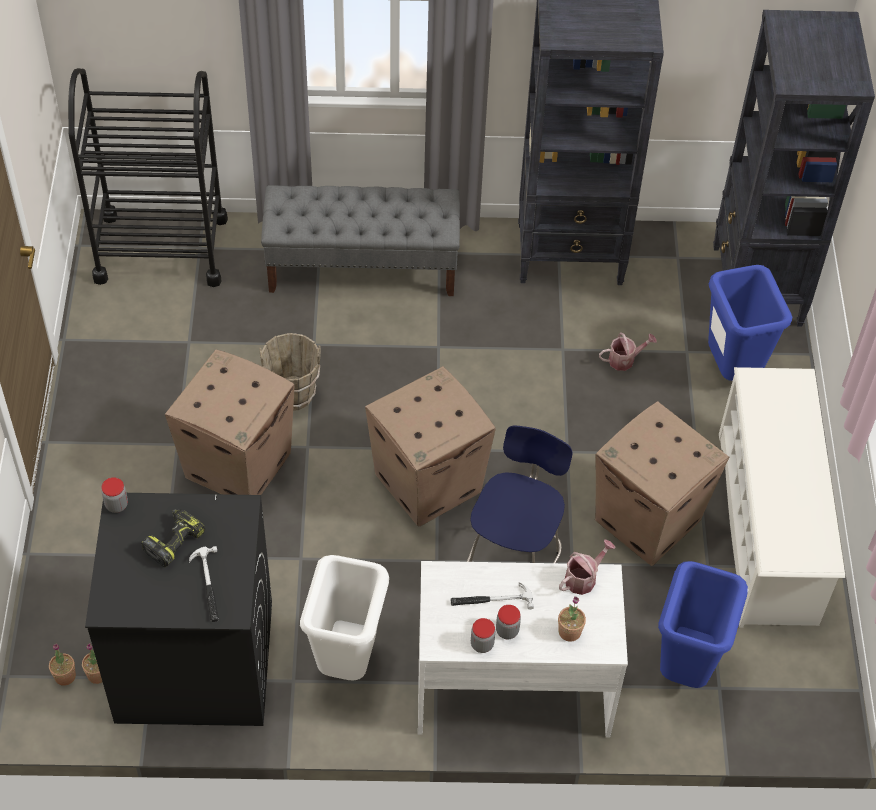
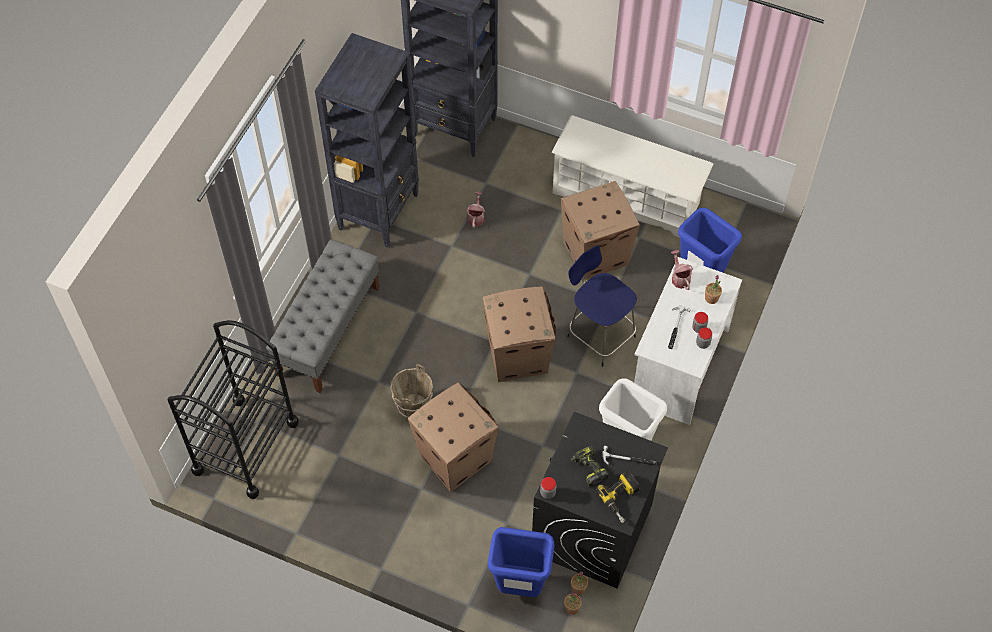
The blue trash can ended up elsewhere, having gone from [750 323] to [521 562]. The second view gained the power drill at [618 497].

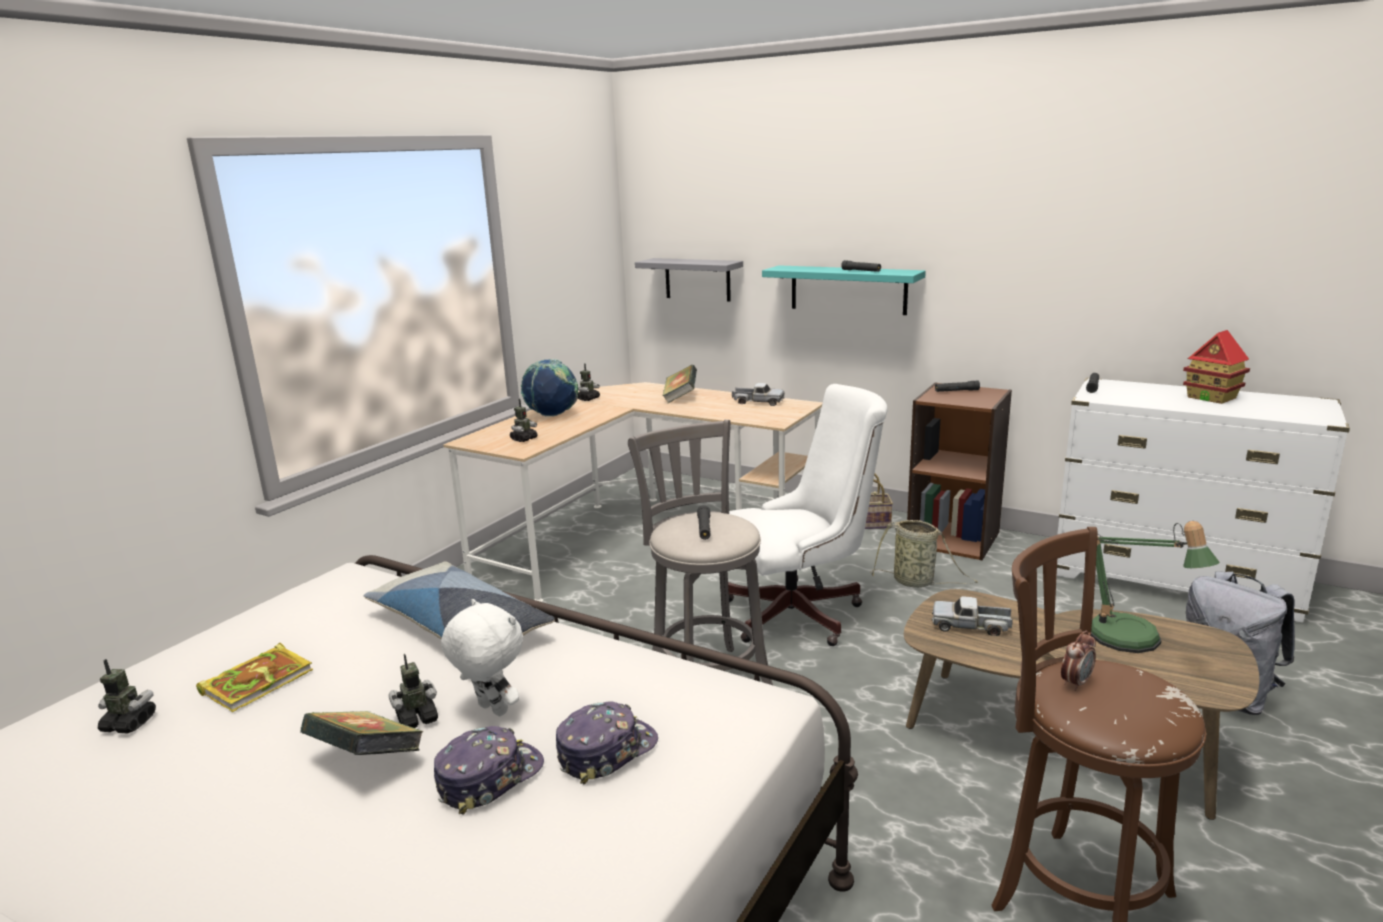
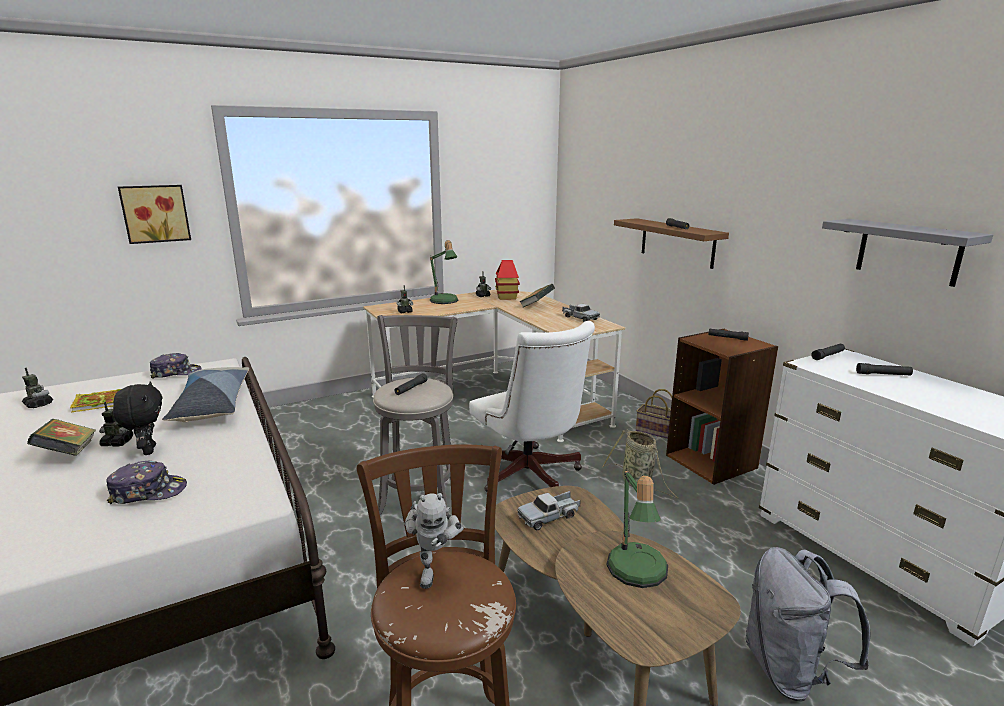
What was the white plush toy at [482 658] turned into the black plush toy at [138 418]. The second view gained the picture at [154 214]. The cap ended up elsewhere, having gone from [489 770] to [176 366]. Where the alarm clock stood at [1078 661], the toy robot came to stand at [434 541]. Where the globe stood at [549 388], the table lamp came to stand at [444 272]. The white office chair at [808 515] ended up facing another way, 45 degrees clockwise from before. The toy house ended up elsewhere, having gone from [1216 367] to [507 280]. The toy truck at [972 616] ended up facing another way, 75 degrees counterclockwise from before. What was the turquoise shelf at [844 290] turned into the brown shelf at [671 243]. The grey shelf ended up elsewhere, having gone from [689 280] to [907 253]. The second view gained the black flashlight at [884 369].

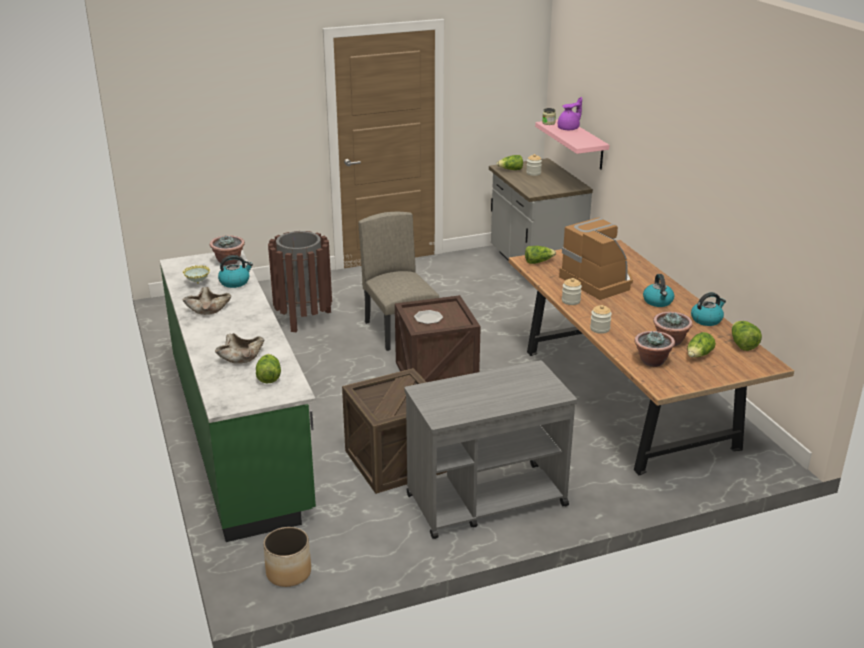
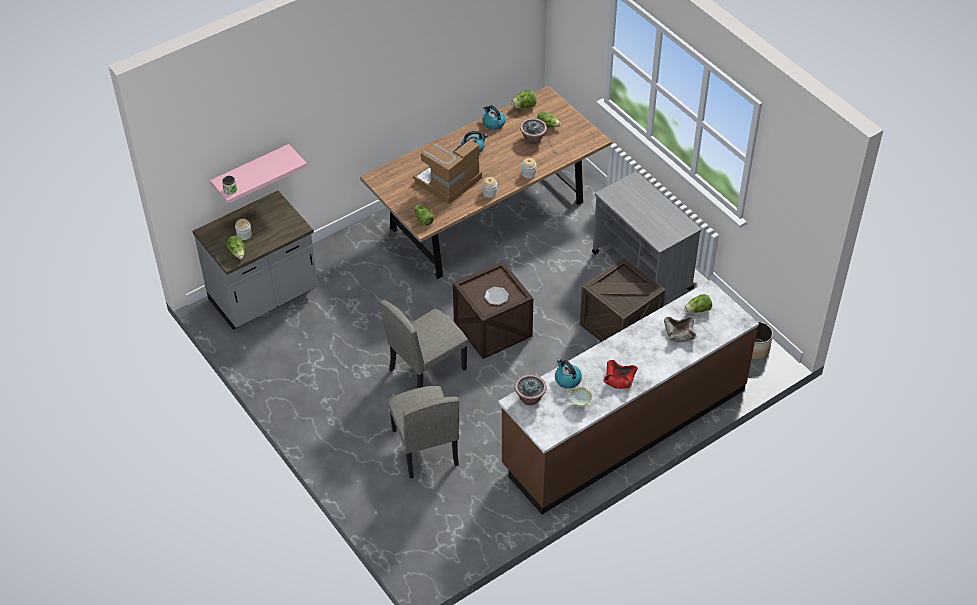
Where the brown trash can stood at [300 281], the beige chair came to stand at [423 432]. What was the green counter at [238 396] turned into the brown counter at [628 397]. What was the beige bowl at [207 301] turned into the red bowl at [620 374]. The second view lost the purple teapot at [570 113]. The second view lost the potted plant at [654 349].

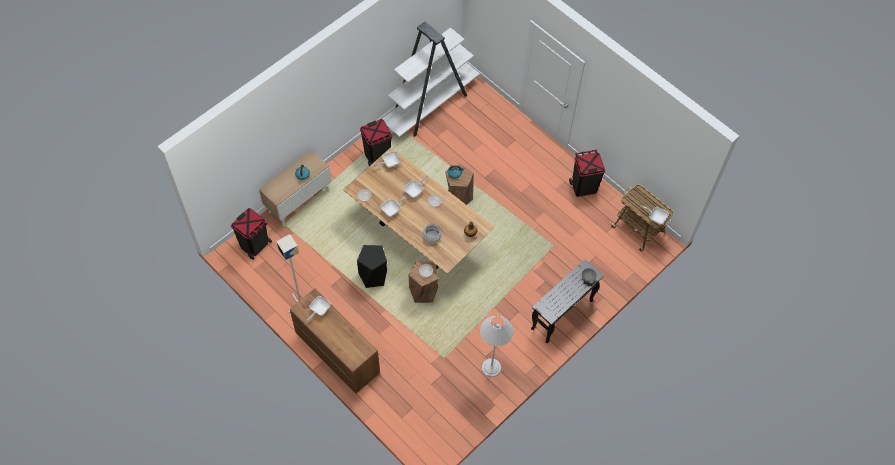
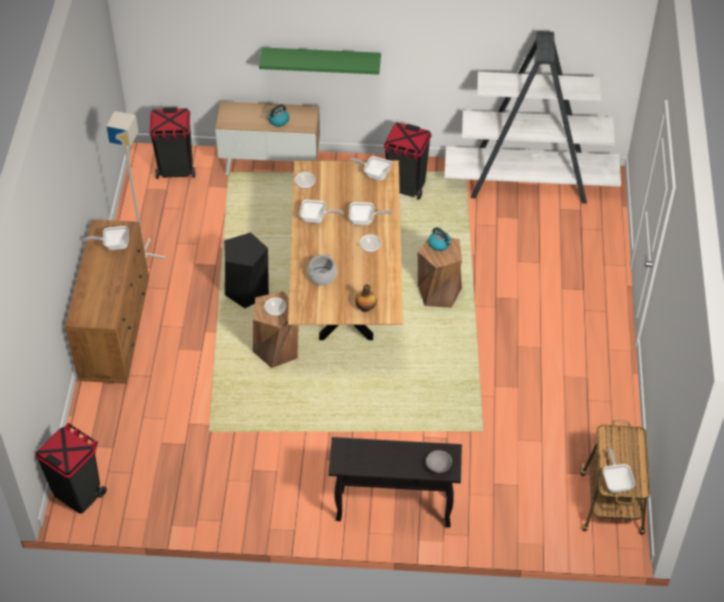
The black trash can ended up elsewhere, having gone from [587 173] to [71 468]. The second view gained the green shelf at [320 61]. The second view lost the white floor lamp at [497 346].

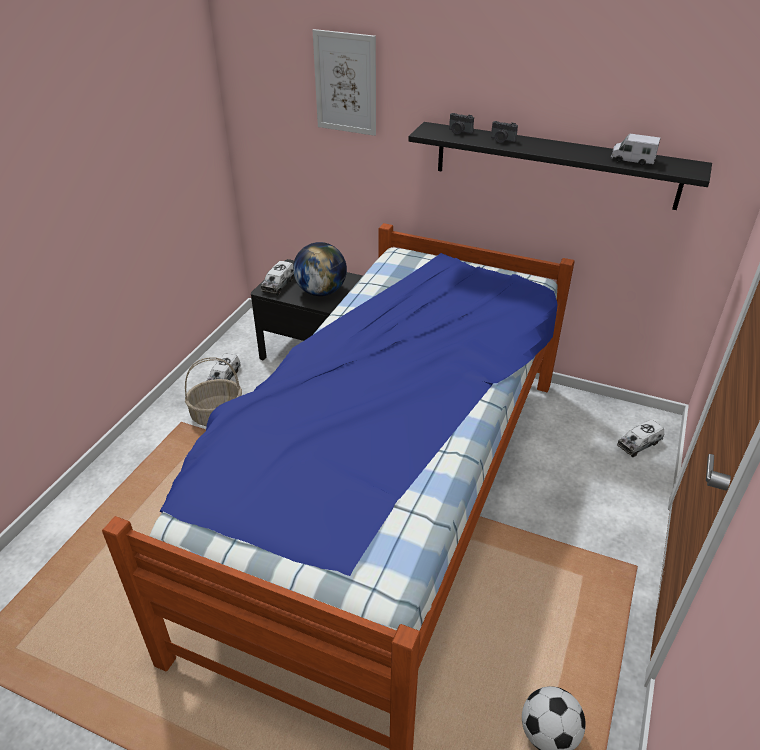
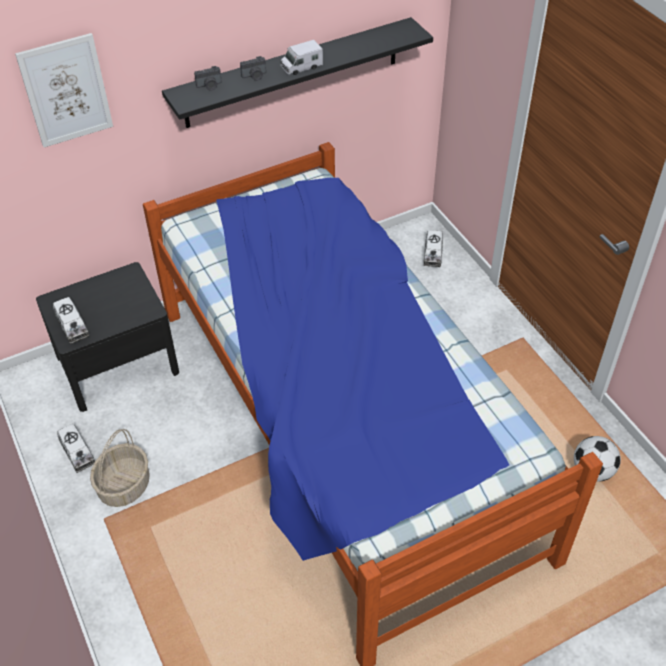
The toy truck ended up elsewhere, having gone from [635 149] to [301 57]. The second view lost the globe at [320 269].

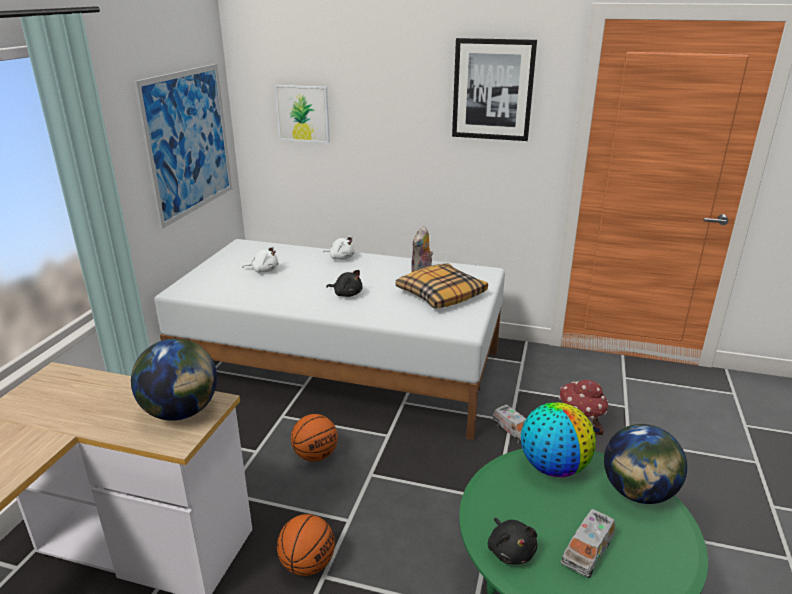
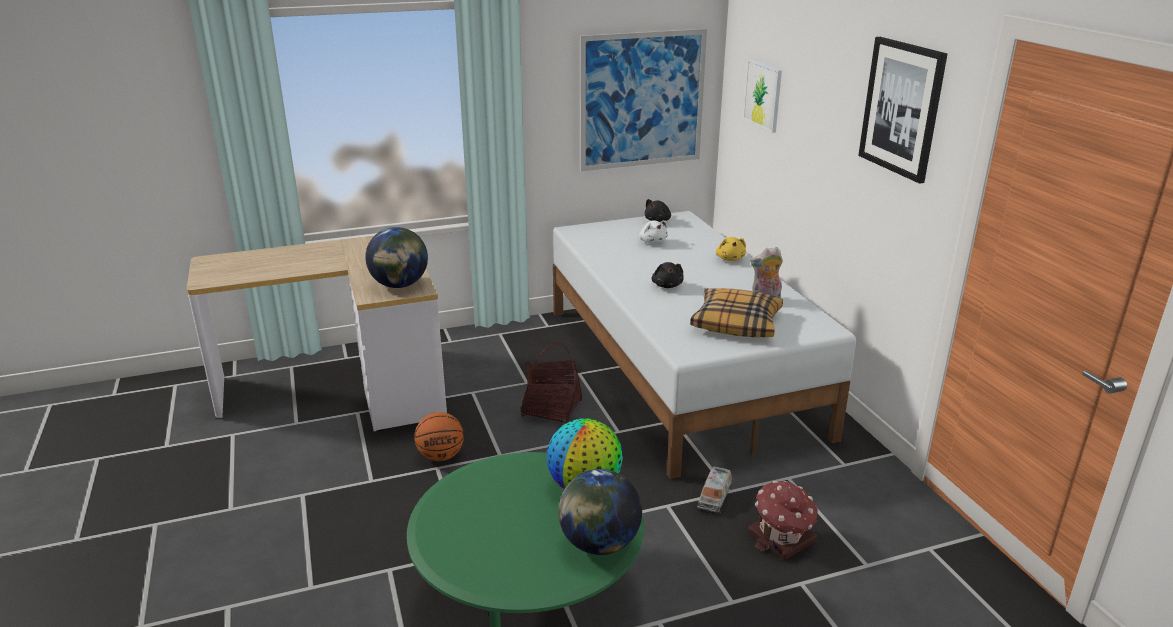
Where the basketball stood at [314 438], the basket came to stand at [551 383]. The black plush toy ended up elsewhere, having gone from [512 541] to [657 210]. What was the white plush toy at [339 248] turned into the yellow plush toy at [731 249]. The second view lost the toy truck at [588 543].

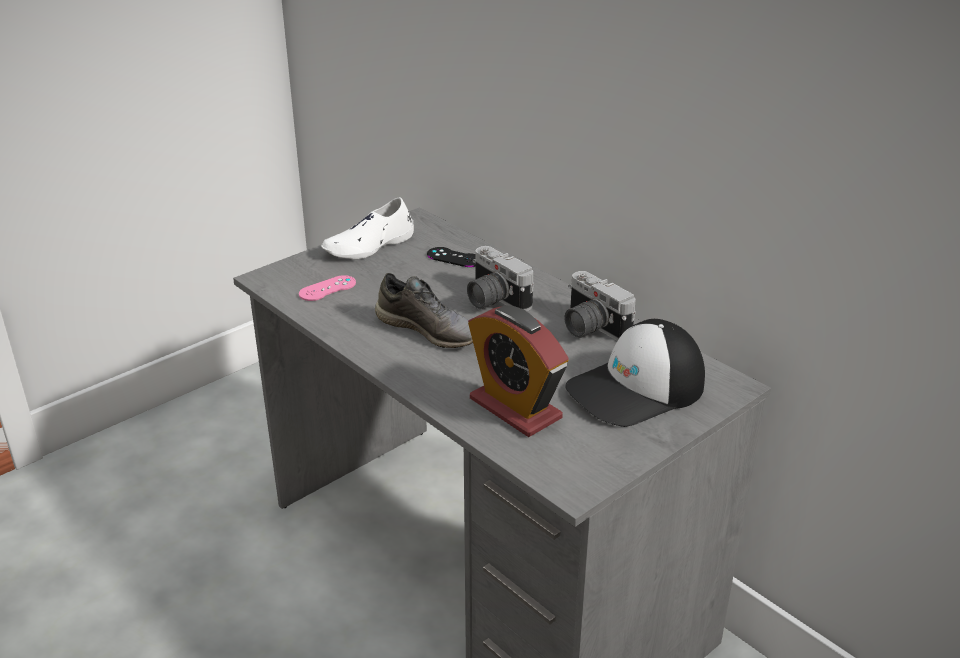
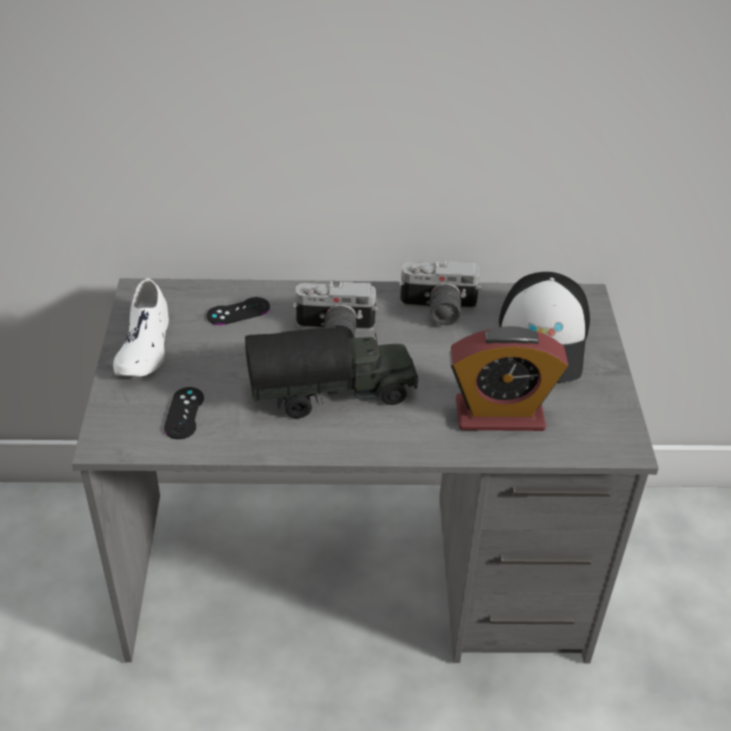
What was the pink game controller at [327 288] turned into the black game controller at [184 413]. Where the grey shoe stood at [424 310], the toy truck came to stand at [331 372].

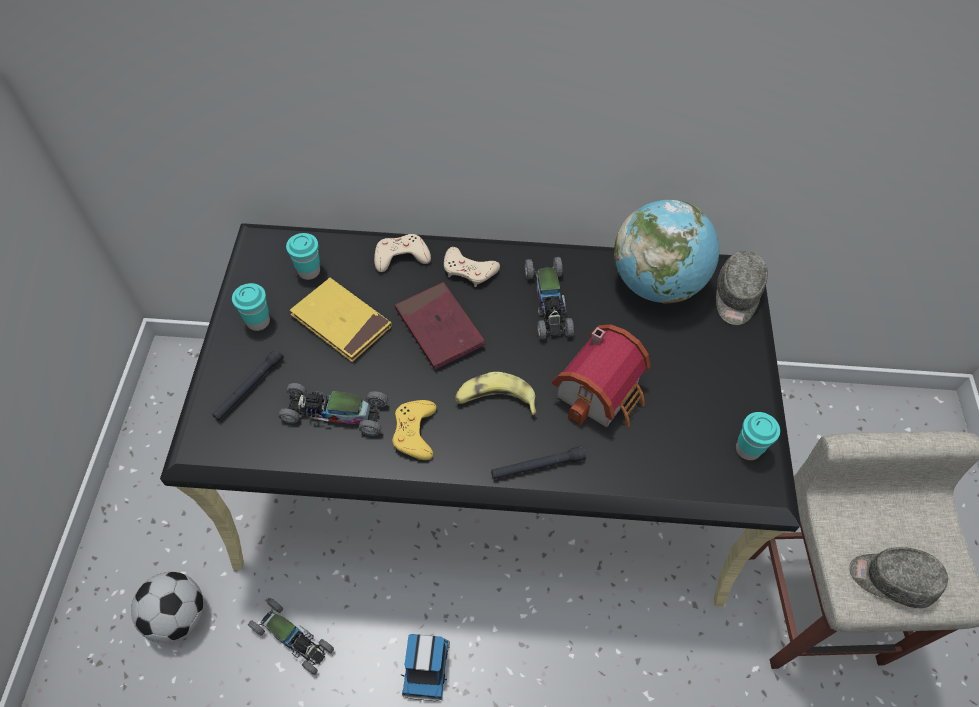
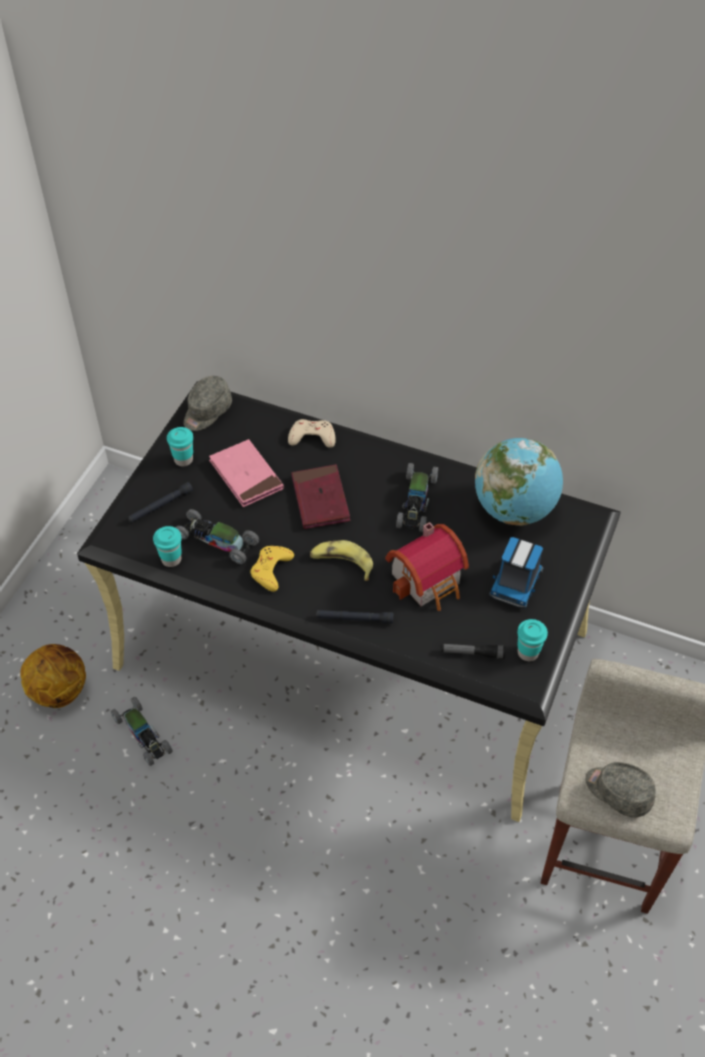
Where the football stood at [167 607], the basketball came to stand at [53 676]. The turquoise cup ended up elsewhere, having gone from [303 256] to [167 546]. The grey cap ended up elsewhere, having gone from [742 288] to [208 403]. What was the yellow book at [341 320] turned into the pink book at [246 473]. The second view gained the flashlight at [473 651]. The toy truck ended up elsewhere, having gone from [425 667] to [516 572]. The second view lost the beige game controller at [472 267].

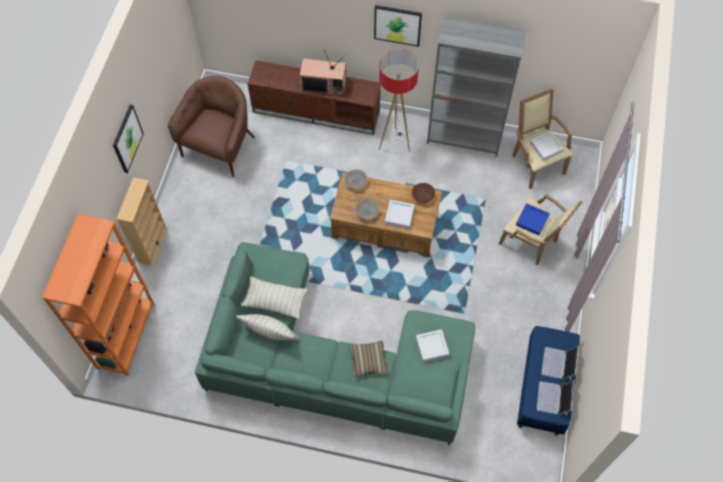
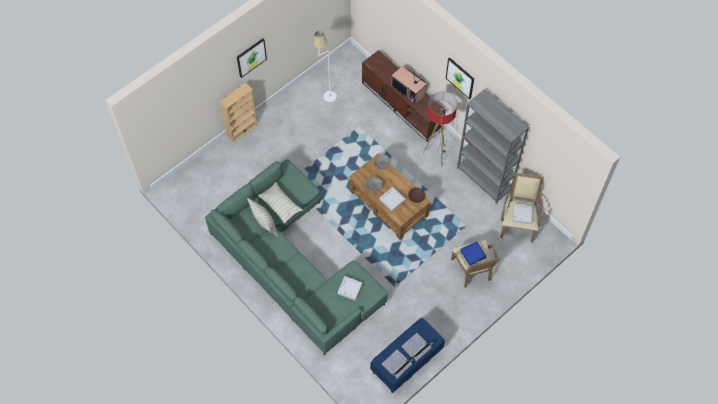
Where the brown armchair stood at [211 126], the white floor lamp came to stand at [324 66]. The second view lost the orange bookcase at [98 295]. The second view lost the pillow at [368 359].

